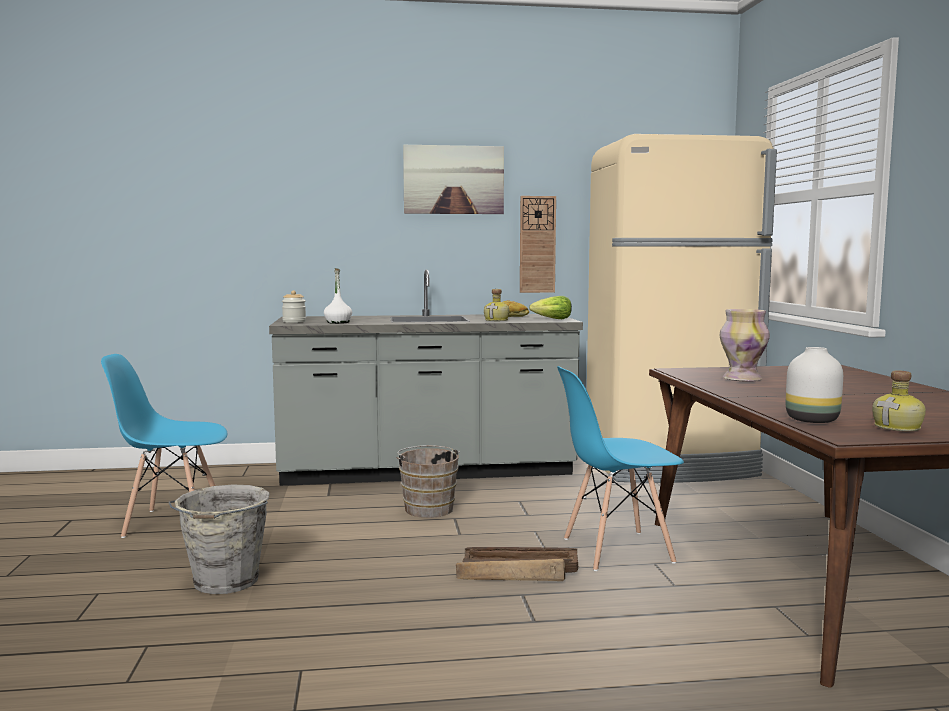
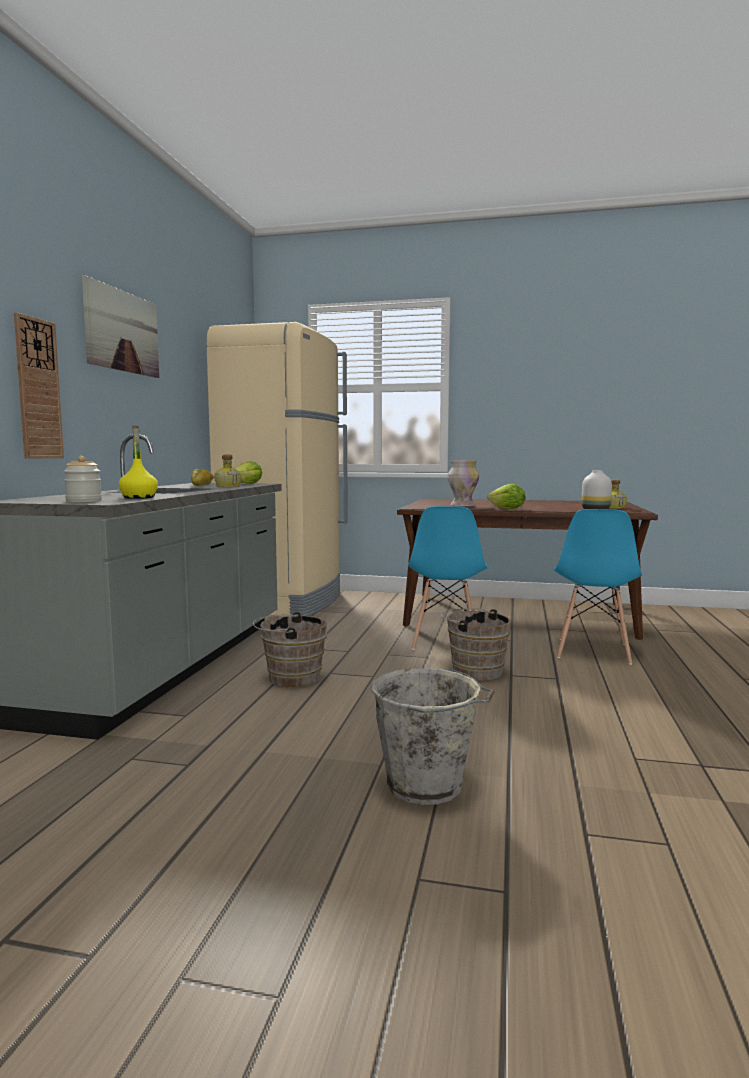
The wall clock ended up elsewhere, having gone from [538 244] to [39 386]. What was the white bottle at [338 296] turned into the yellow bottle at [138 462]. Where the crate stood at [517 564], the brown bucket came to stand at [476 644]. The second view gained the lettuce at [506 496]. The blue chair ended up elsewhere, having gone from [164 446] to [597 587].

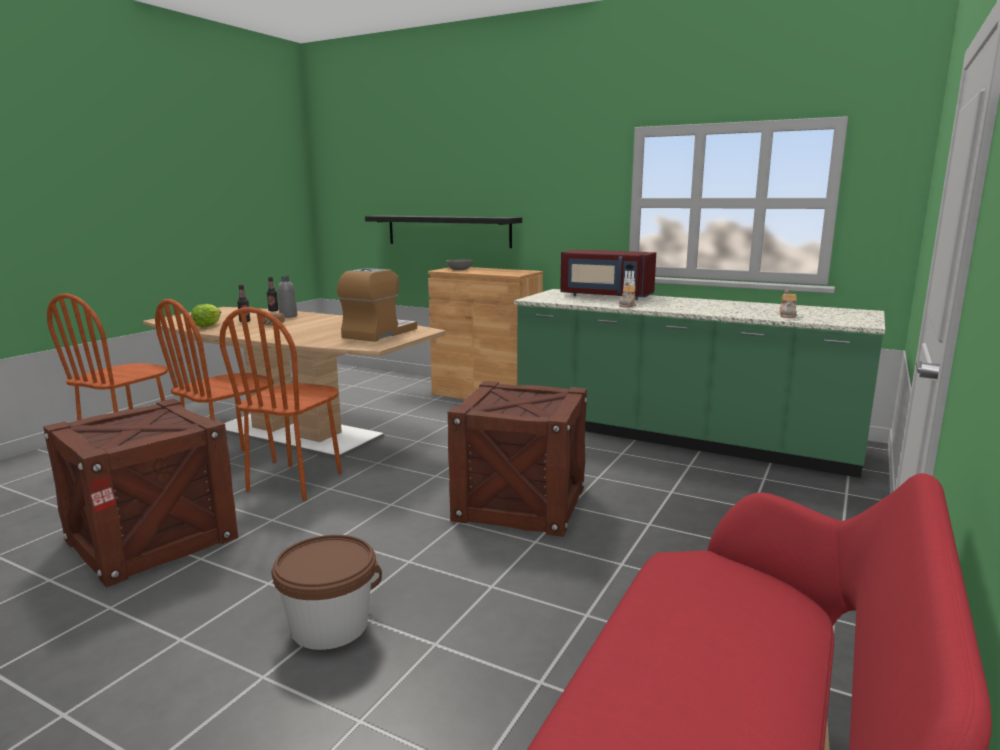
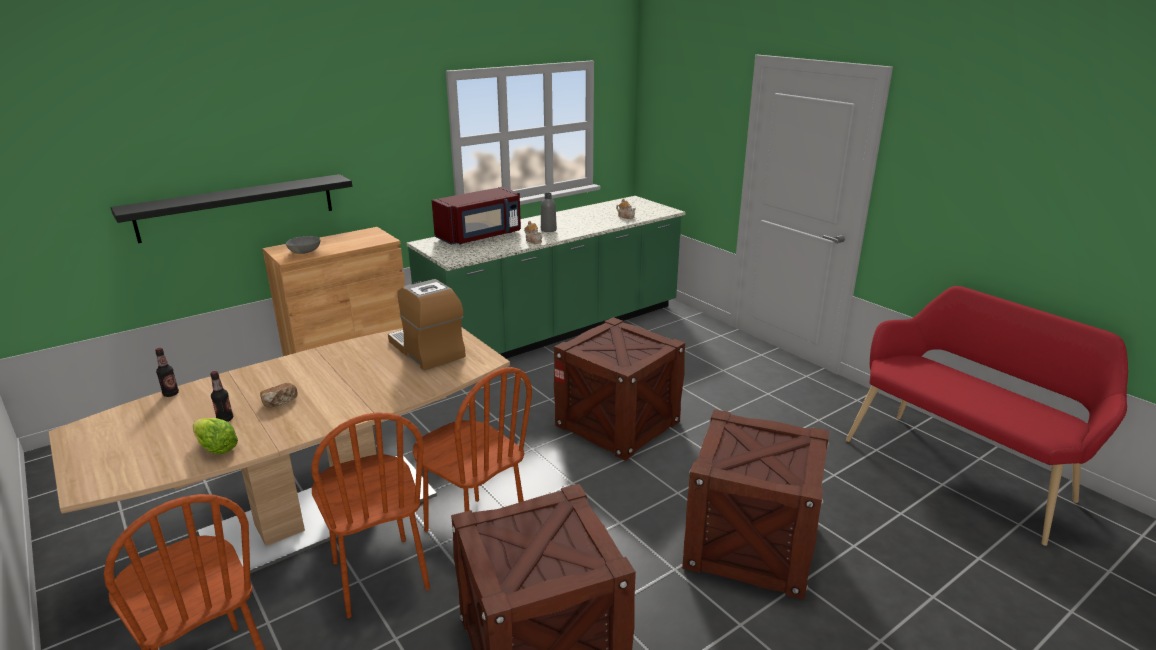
The grey bottle ended up elsewhere, having gone from [287 297] to [549 212]. Where the brown bucket stood at [326 592], the crate came to stand at [756 504].

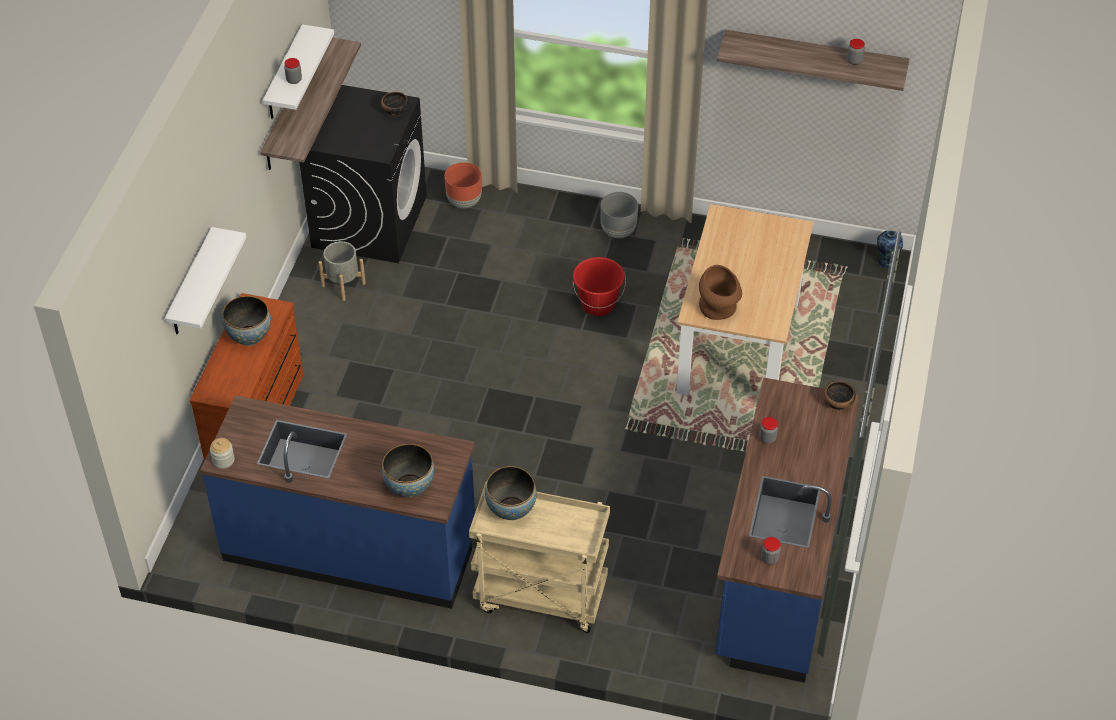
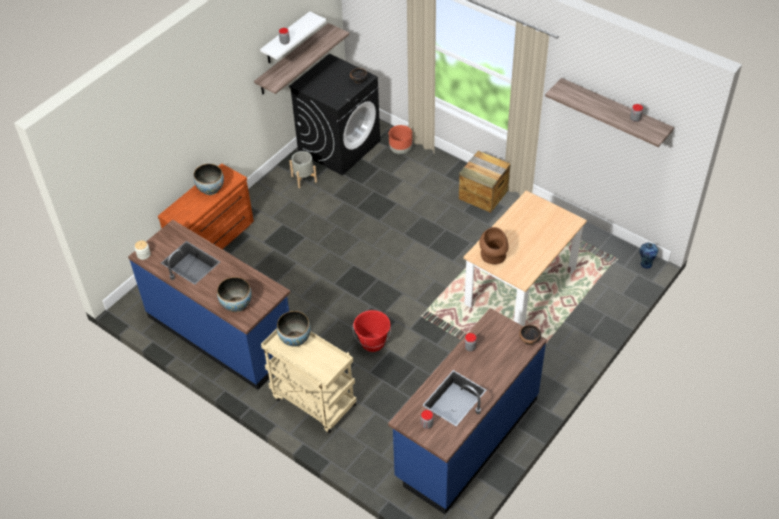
The red bucket ended up elsewhere, having gone from [599 286] to [372 331]. Where the grey planter stood at [619 215], the crate came to stand at [484 182]. The second view lost the white shelf at [205 280].

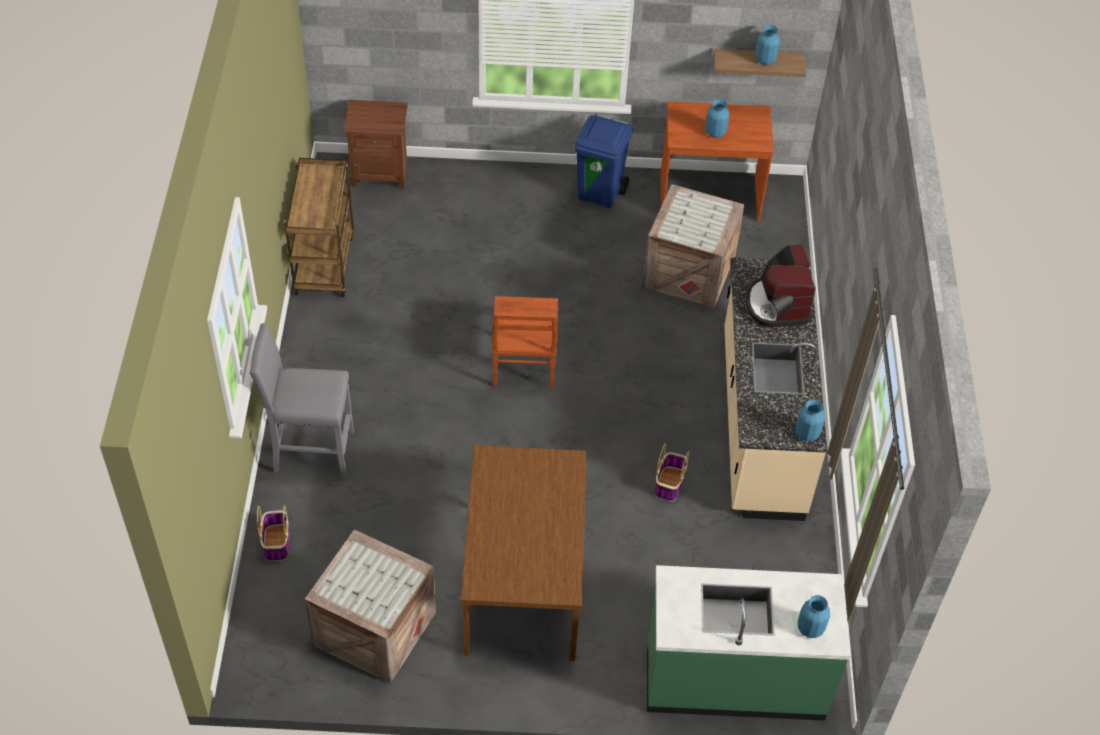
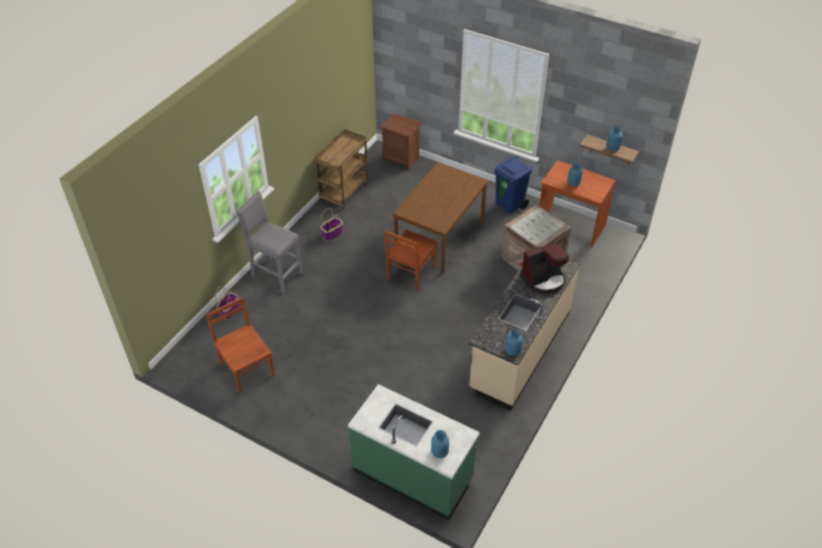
Where the crate stood at [370 606], the brown chair came to stand at [241 345]. The basket ended up elsewhere, having gone from [672 472] to [331 224]. The brown dining table ended up elsewhere, having gone from [524 553] to [440 218]. The coffee machine at [781 286] ended up facing another way, 135 degrees counterclockwise from before.

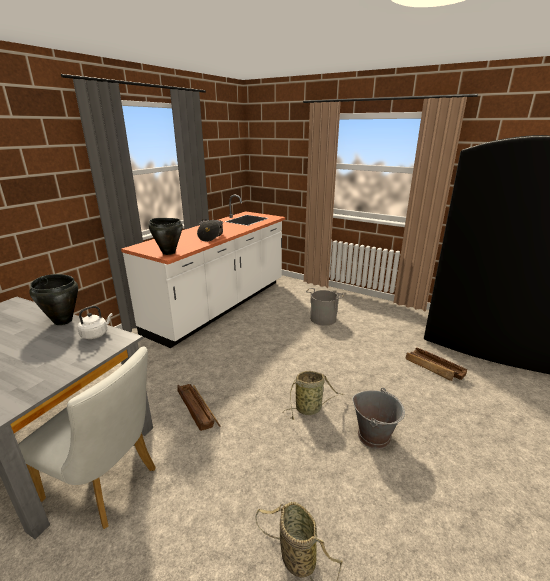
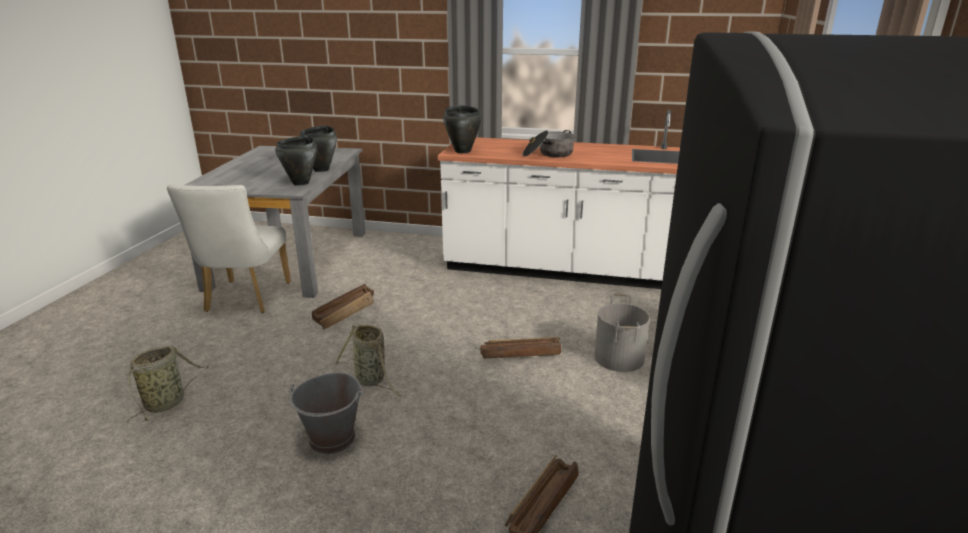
Where the white kettle stood at [95 322], the black cooking pot came to stand at [296 160]. The second view gained the crate at [520 347].

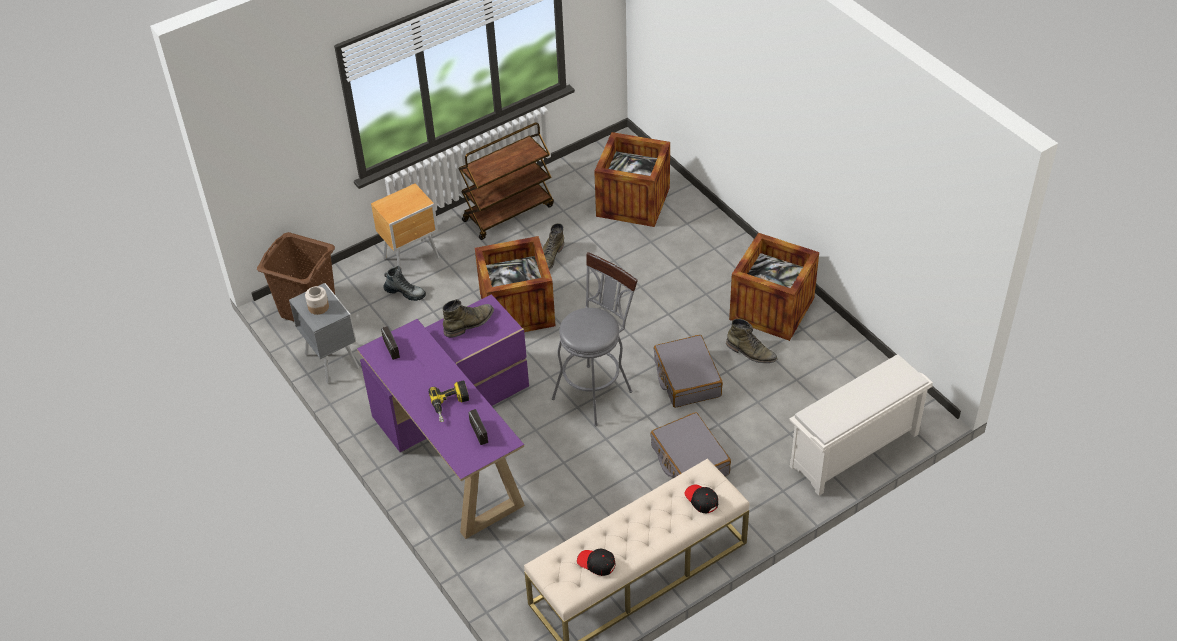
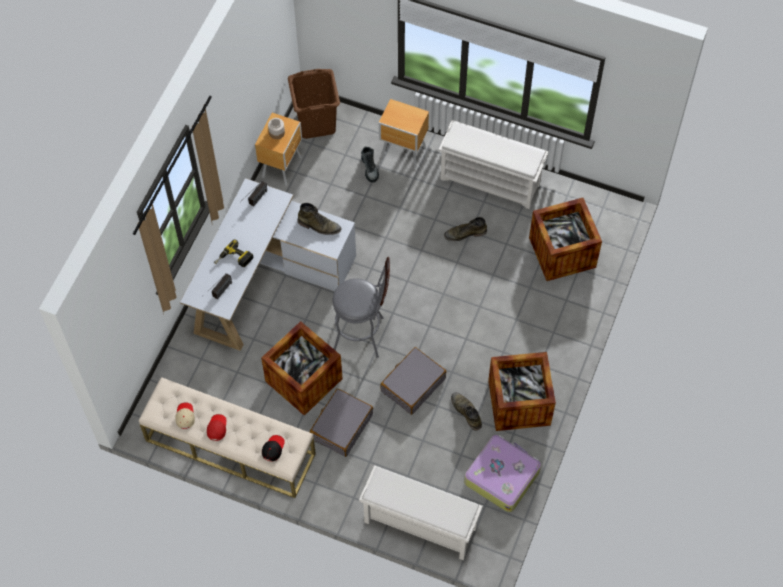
What was the black cap at [596 562] turned into the beige cap at [185 415]. What was the purple desk at [443 416] turned into the white desk at [268 264]. The second view gained the red cap at [216 427]. What was the grey nightstand at [324 333] turned into the brown nightstand at [278 149]. The crate ended up elsewhere, having gone from [515 284] to [302 368]. Where the brown cart stood at [506 181], the white shoe rack came to stand at [493 164]. The green boot at [752 341] ended up facing another way, 150 degrees clockwise from before. The second view gained the suitcase at [502 473].

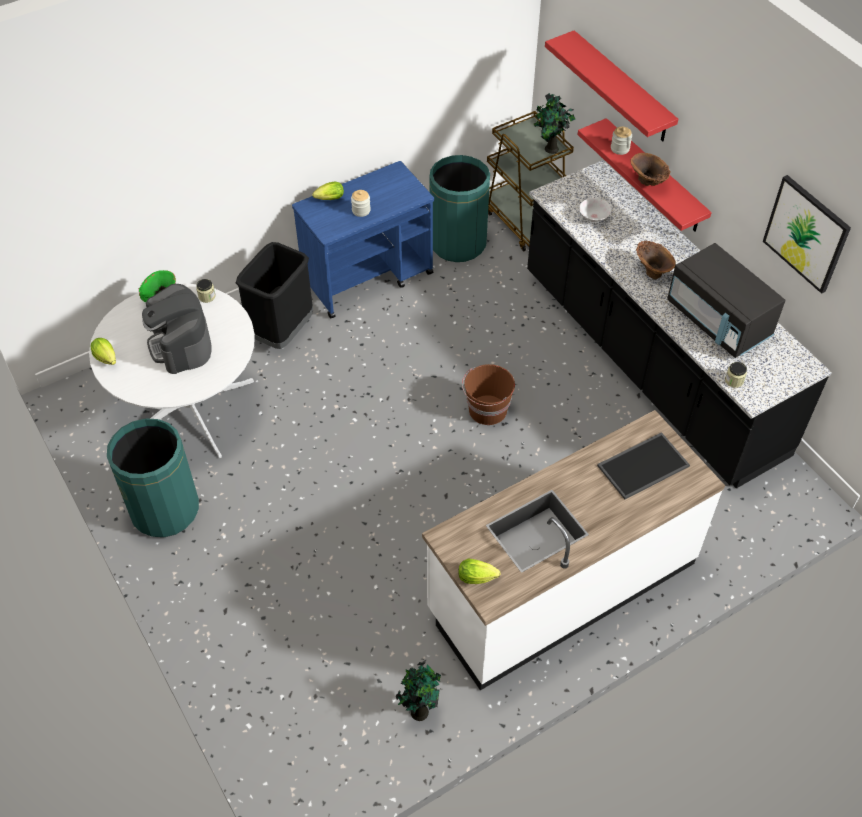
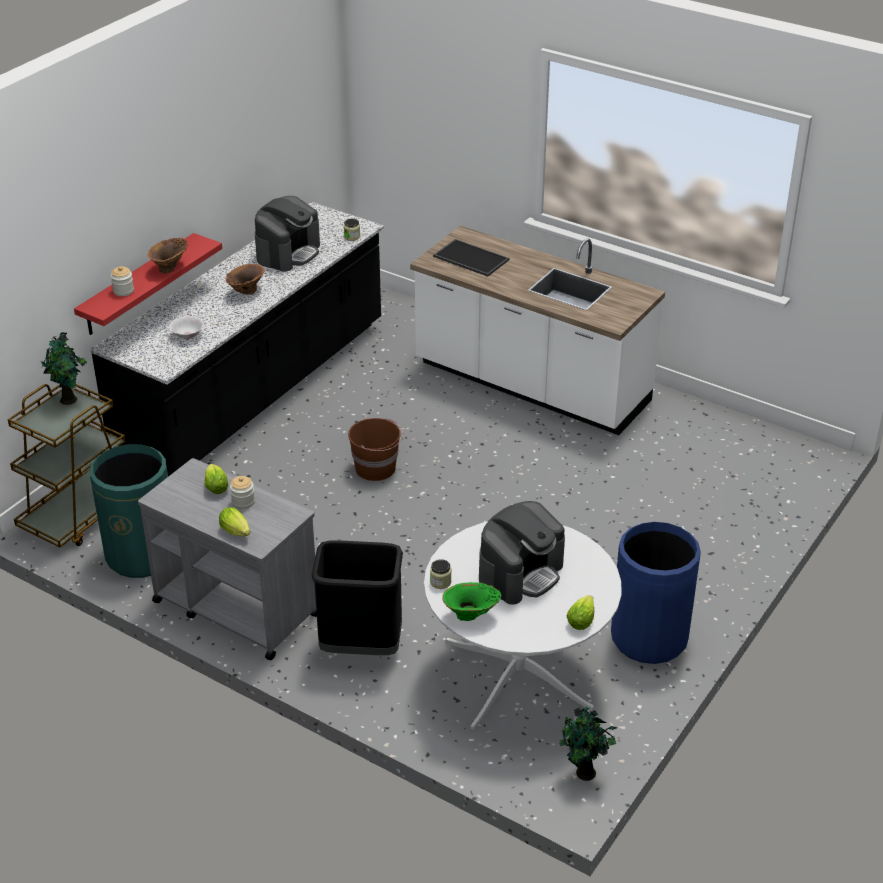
What was the blue cart at [363 240] turned into the grey cart at [227 559]. The lettuce ended up elsewhere, having gone from [479 571] to [217 479]. Where the black microwave stood at [726 300], the coffee machine came to stand at [287 234]. The potted plant ended up elsewhere, having gone from [418 691] to [588 744]. What was the green trash can at [153 477] turned into the blue trash can at [656 593]. The second view lost the red shelf at [611 86]. The second view lost the picture at [807 234].

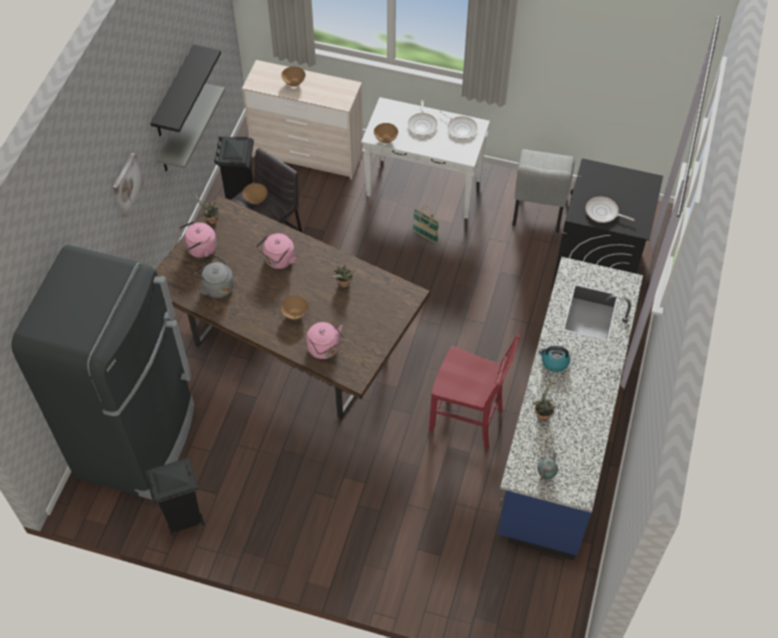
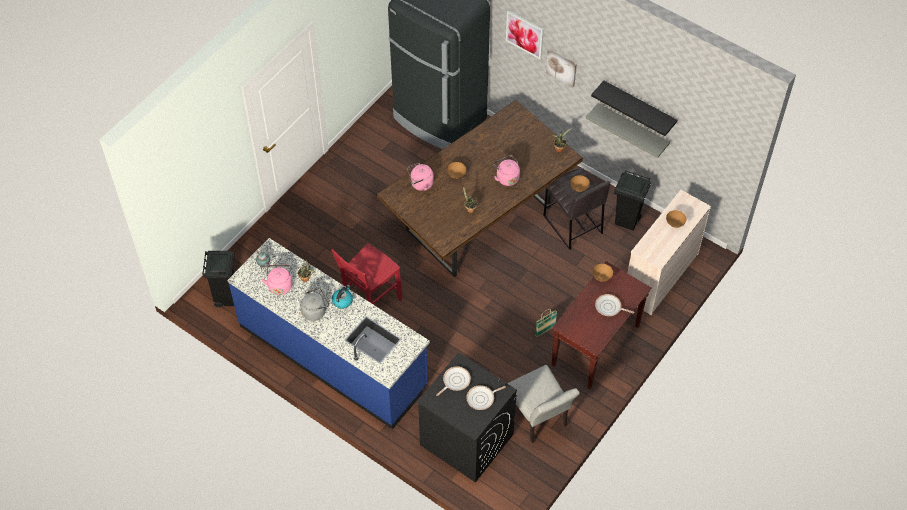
The black trash can ended up elsewhere, having gone from [174 496] to [218 279]. The pink kettle ended up elsewhere, having gone from [198 239] to [276 280]. The grey kettle ended up elsewhere, having gone from [214 277] to [314 304]. The frying pan ended up elsewhere, having gone from [458 124] to [486 397]. The second view gained the picture at [525 34]. The grey chair at [543 191] ended up facing another way, 150 degrees counterclockwise from before. What was the white console table at [425 158] turned into the brown console table at [601 325].

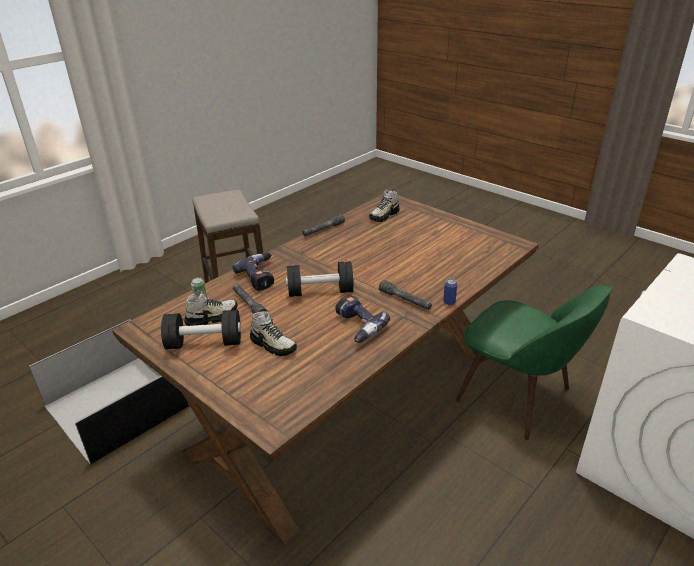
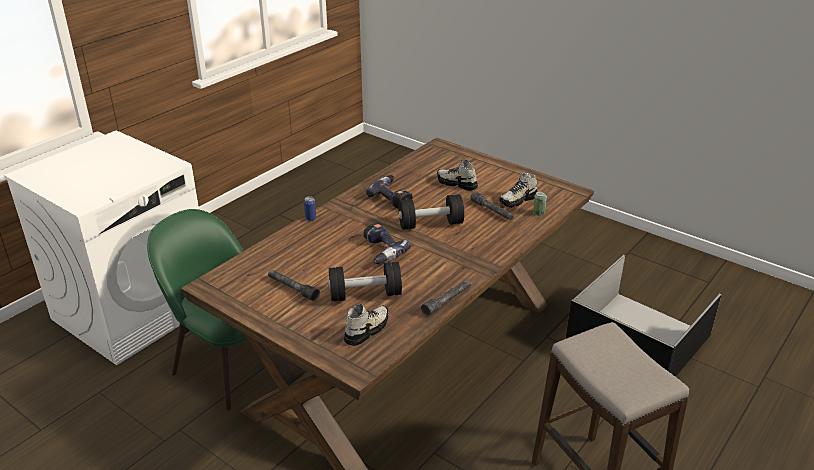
The grey flashlight ended up elsewhere, having gone from [405 295] to [294 285]. The black dumbbell ended up elsewhere, having gone from [201 329] to [365 281]. The power drill ended up elsewhere, having gone from [253 271] to [387 243].

